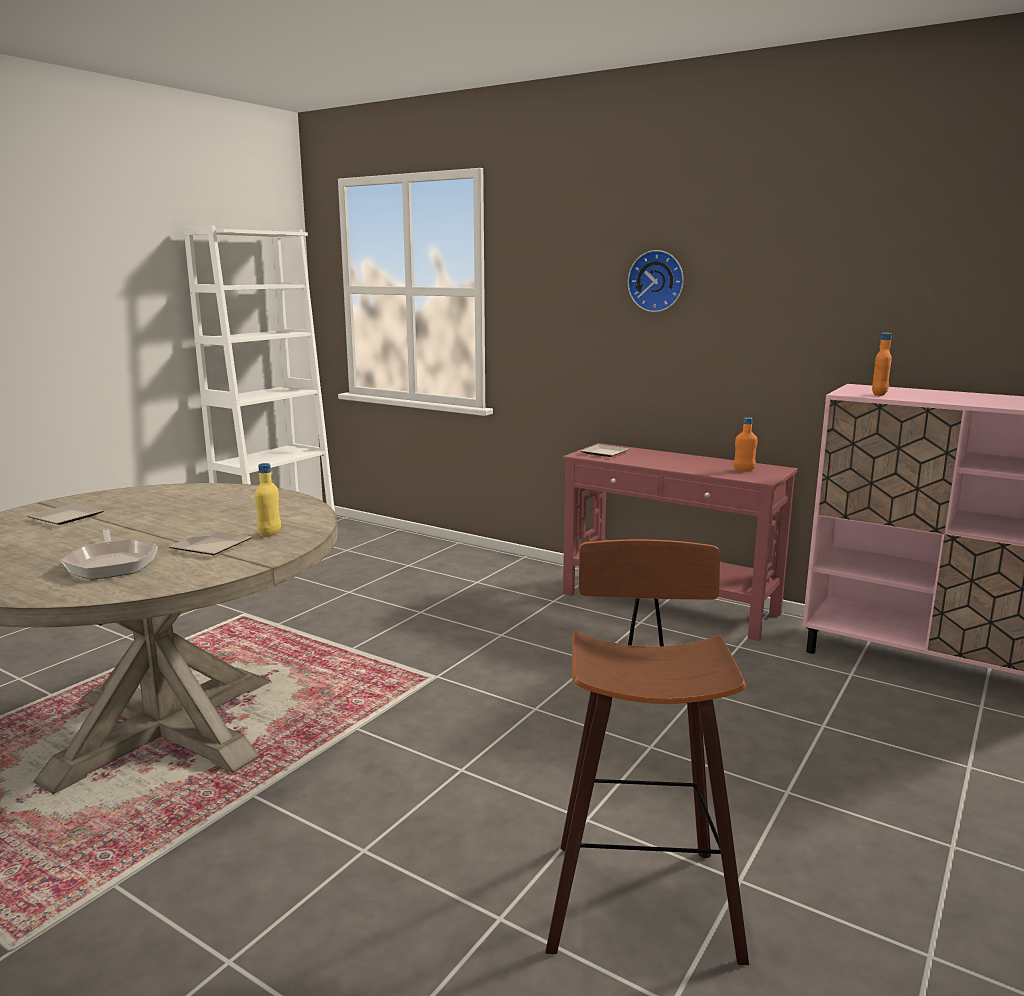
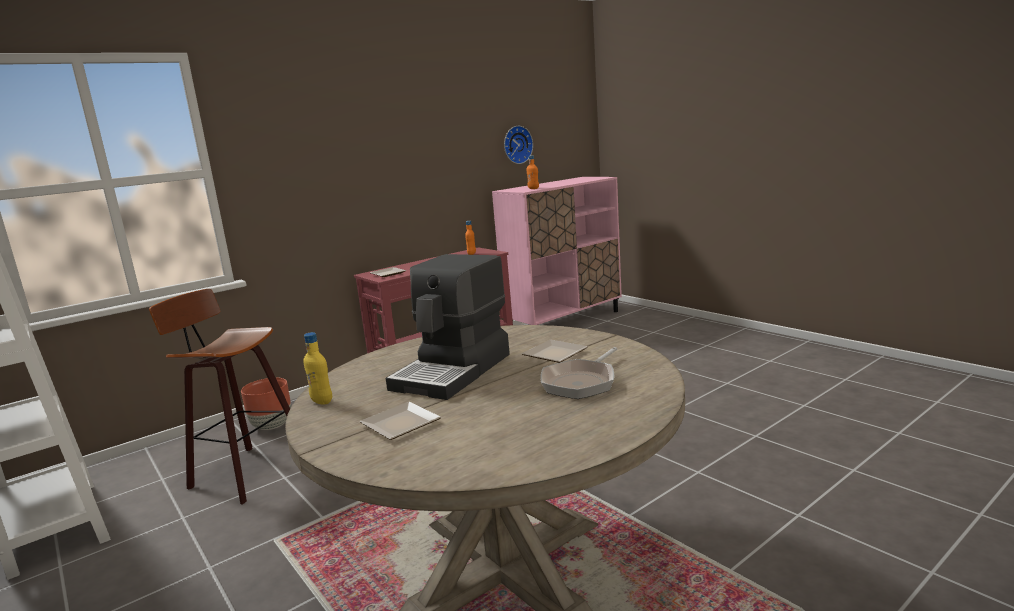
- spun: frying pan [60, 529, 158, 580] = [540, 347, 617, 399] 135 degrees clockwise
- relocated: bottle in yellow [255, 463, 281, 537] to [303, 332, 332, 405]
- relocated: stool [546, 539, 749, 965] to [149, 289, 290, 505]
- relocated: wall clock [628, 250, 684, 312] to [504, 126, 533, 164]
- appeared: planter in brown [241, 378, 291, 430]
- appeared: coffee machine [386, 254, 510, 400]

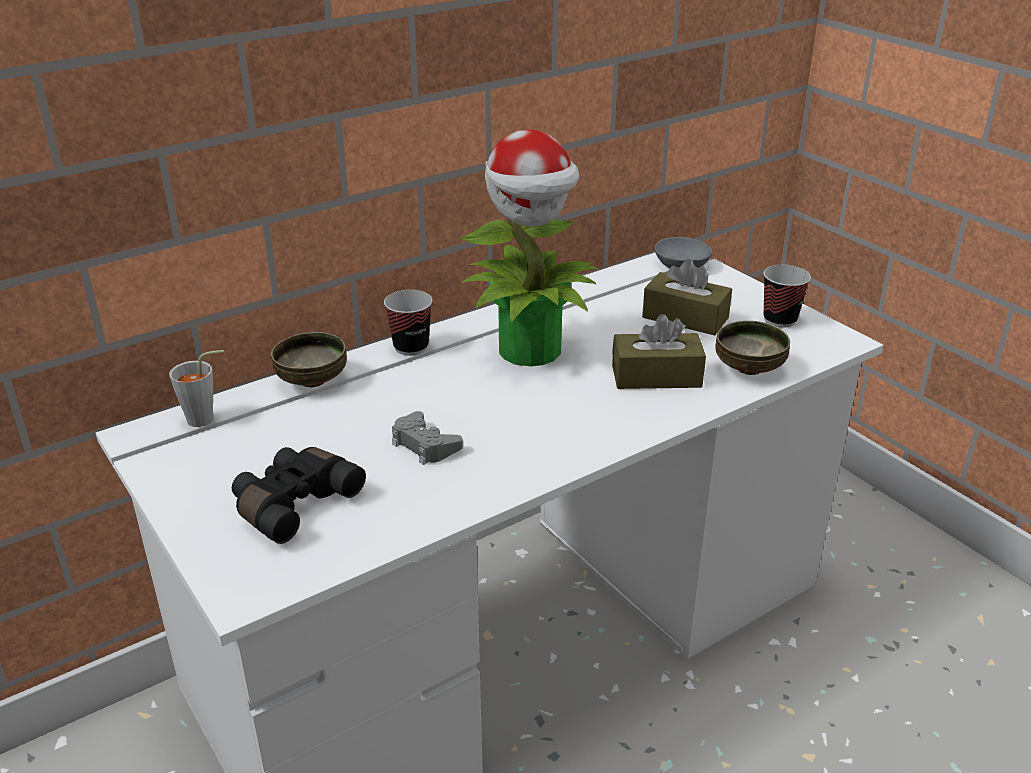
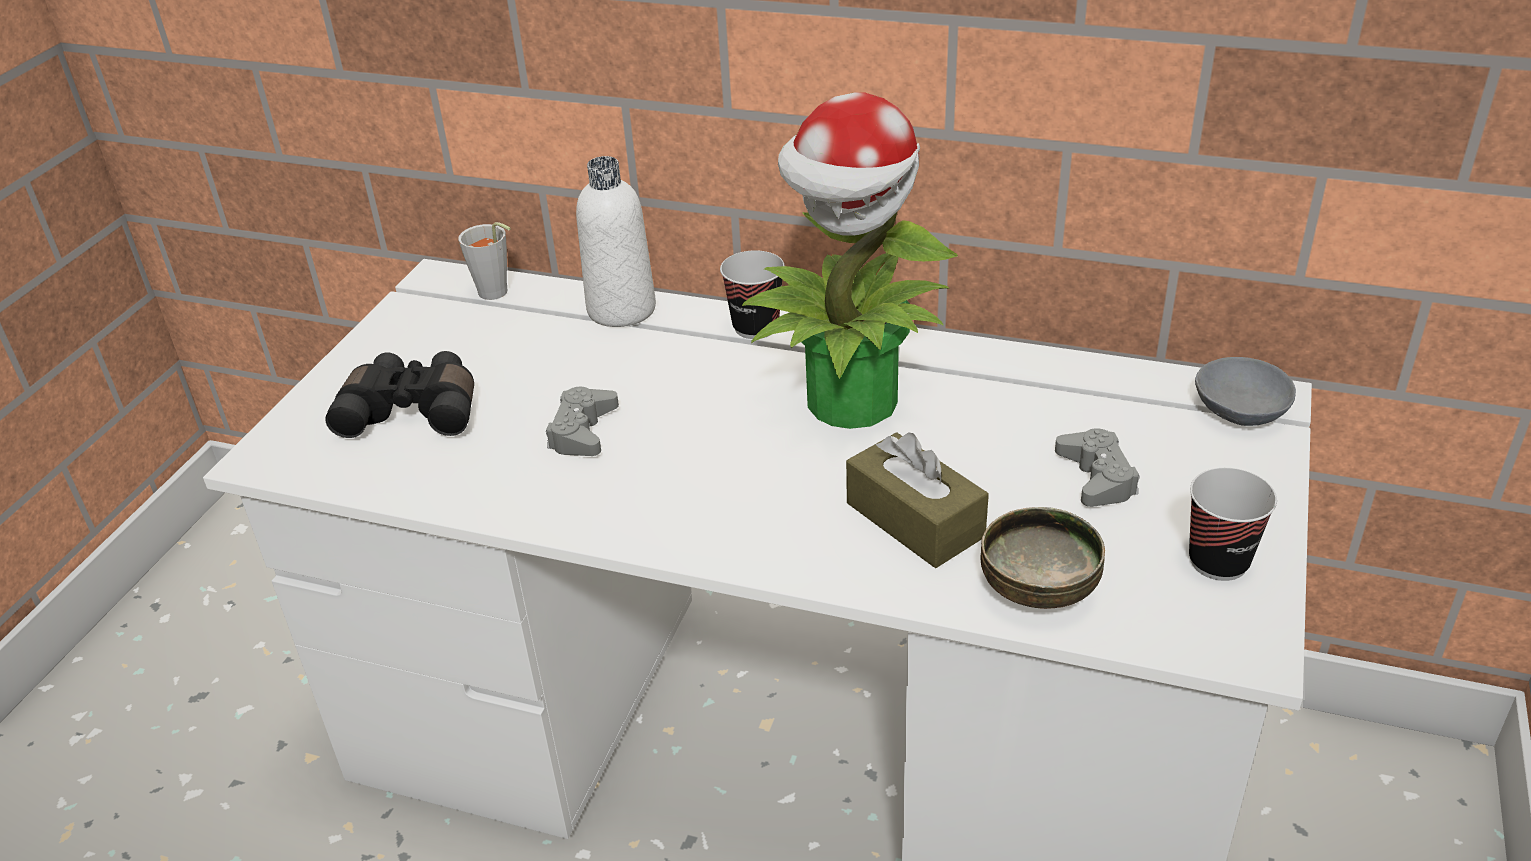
- exchanged: bowl [271, 332, 347, 387] to bottle in white [576, 156, 656, 327]
- exchanged: tissue box in brown [642, 259, 732, 335] to game controller in grey [1055, 428, 1139, 507]

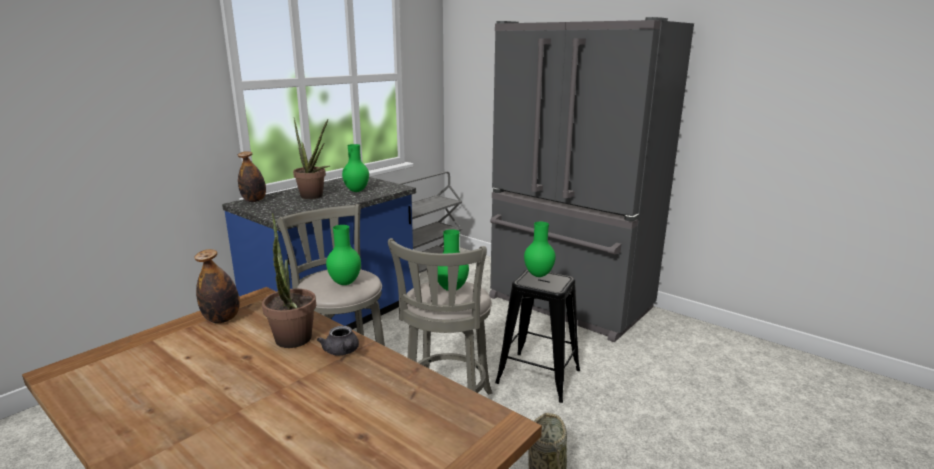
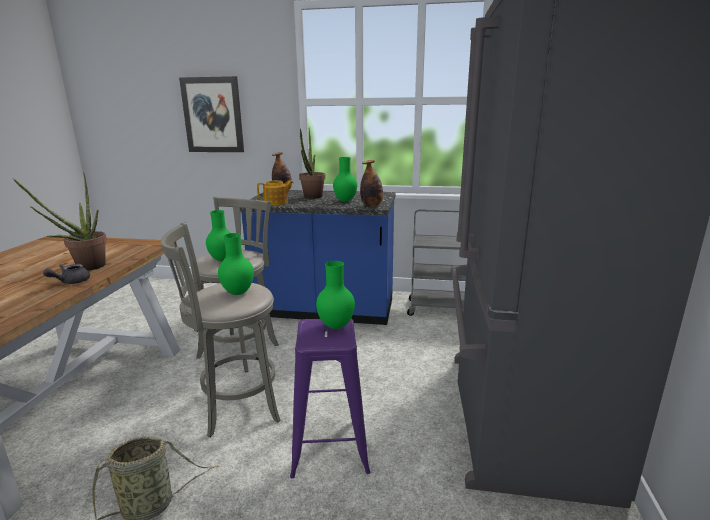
- relocated: bottle [194, 249, 240, 323] to [360, 160, 383, 207]
- colour: stool in black [495, 269, 580, 403] to stool in purple [290, 319, 370, 478]
- appeared: picture [179, 76, 244, 152]
- appeared: teapot [257, 180, 293, 206]

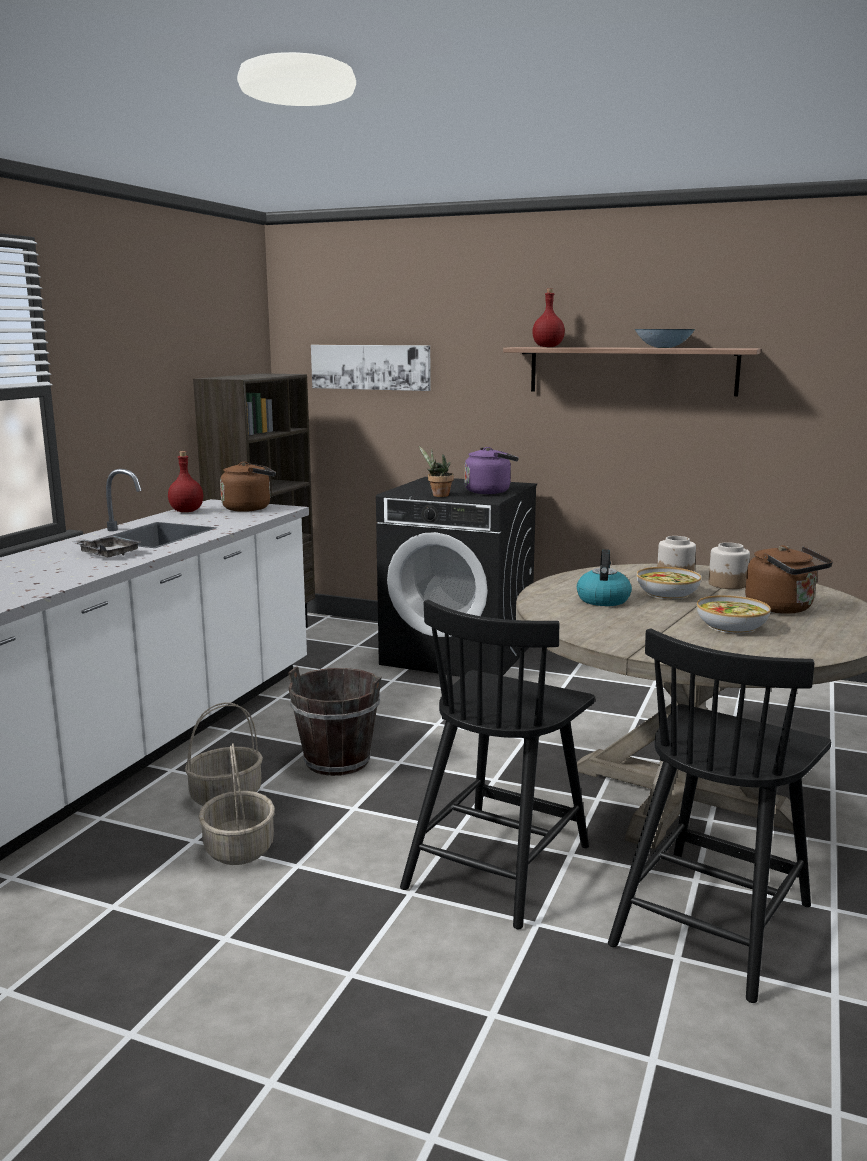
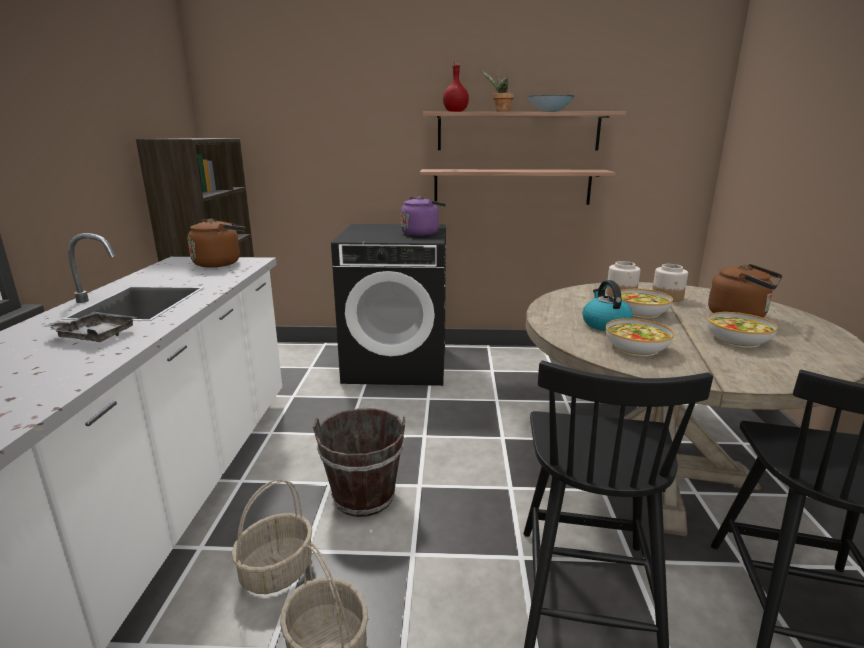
- missing: bottle in red [168, 451, 203, 512]
- missing: picture [311, 345, 430, 391]
- relocated: potted plant [419, 446, 454, 497] to [481, 71, 514, 112]
- appeared: shelf [420, 169, 616, 205]
- appeared: bowl [606, 318, 674, 356]

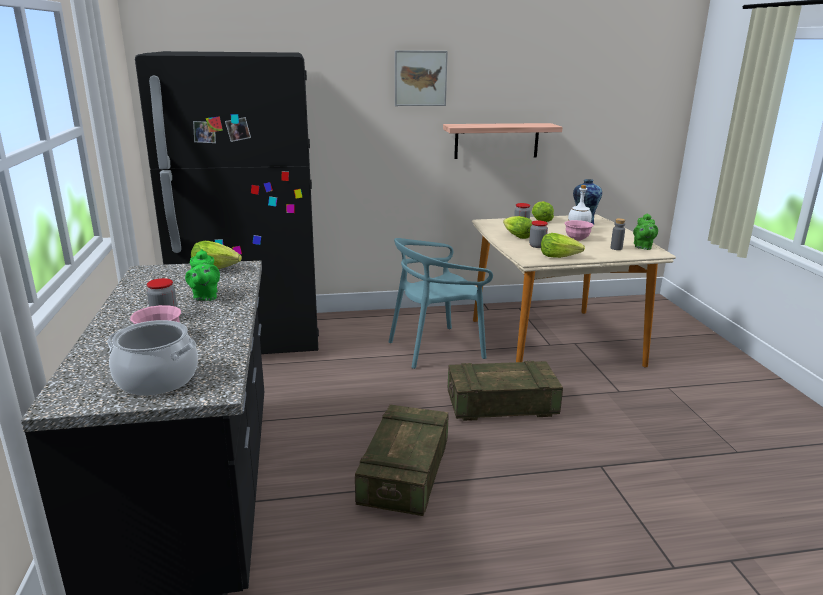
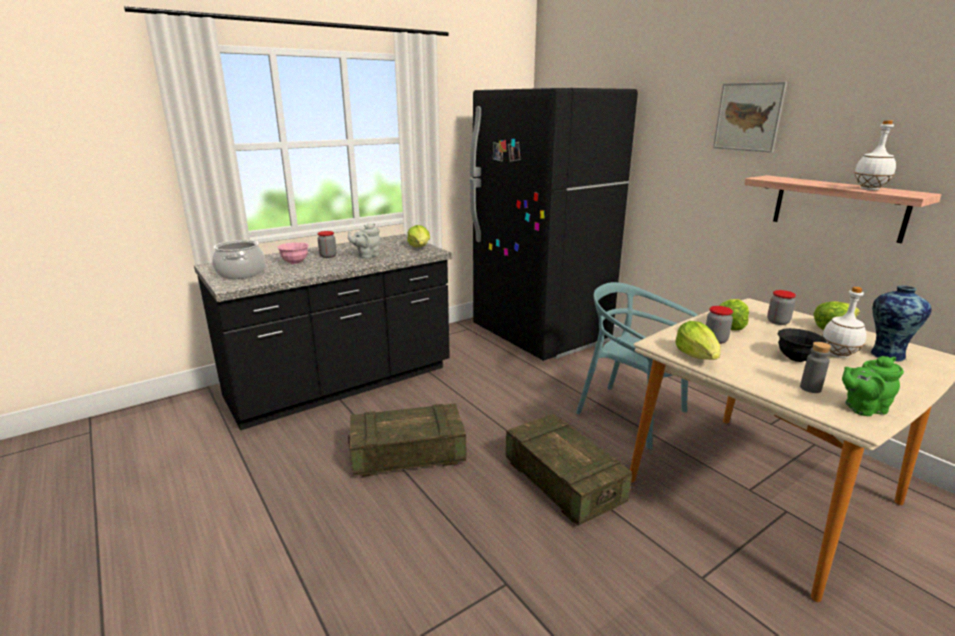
- colour: teapot in green [185, 249, 220, 301] to teapot in grey [348, 223, 380, 259]
- colour: bowl in pink [565, 220, 594, 241] to bowl in black [778, 328, 827, 362]
- appeared: bottle in white [854, 120, 896, 190]

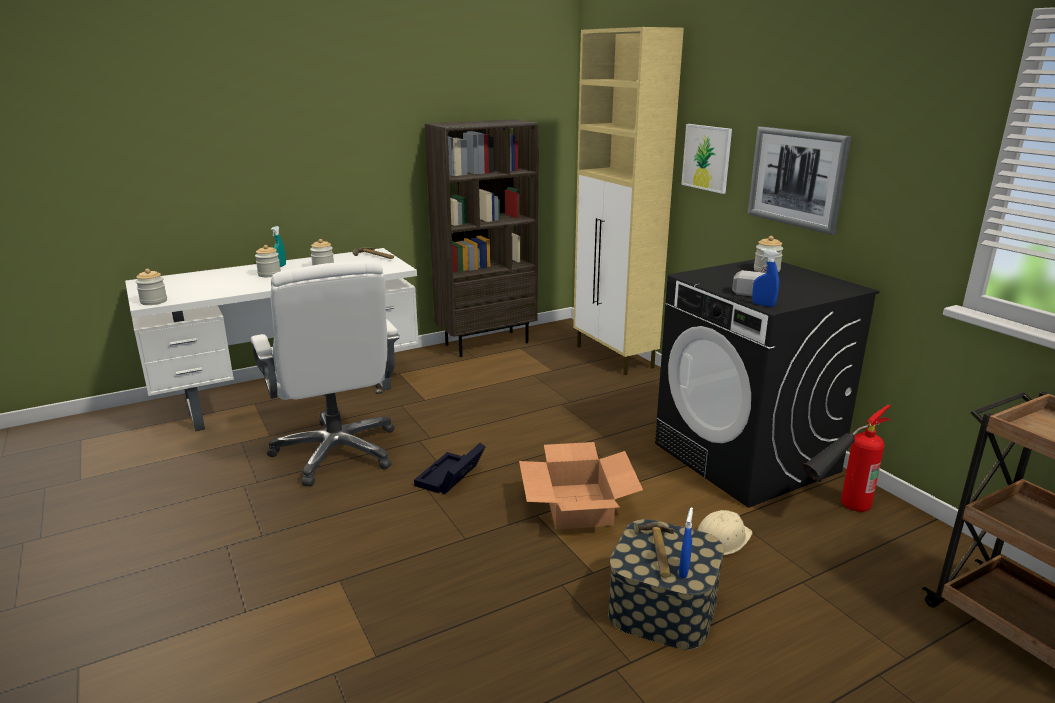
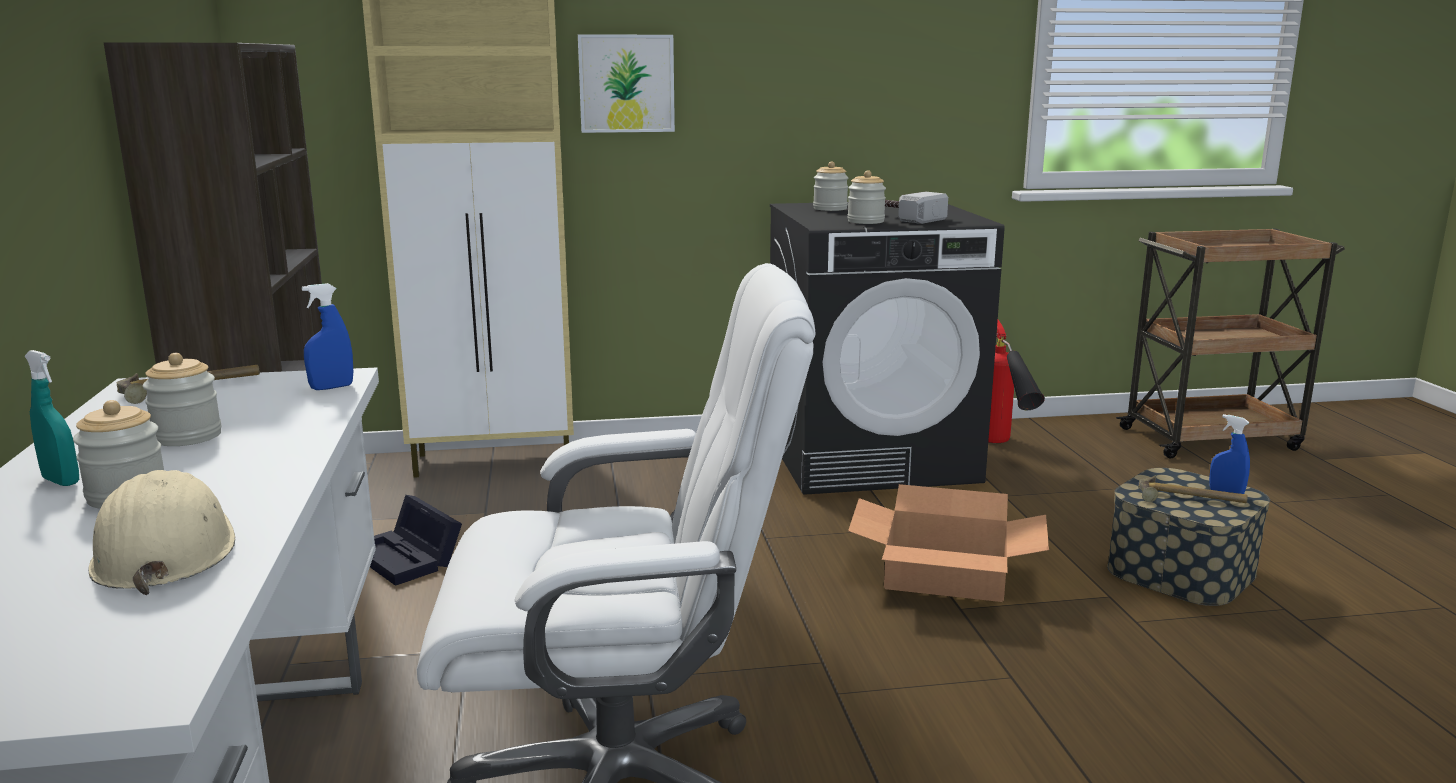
- relocated: jar [135, 269, 167, 305] to [847, 170, 886, 224]
- relocated: storage box in black [414, 443, 486, 495] to [370, 495, 462, 586]
- relocated: hard hat in beige [698, 510, 753, 555] to [88, 470, 235, 595]
- missing: picture [748, 126, 851, 235]
- relocated: spray bottle in blue [752, 249, 779, 307] to [302, 283, 353, 390]

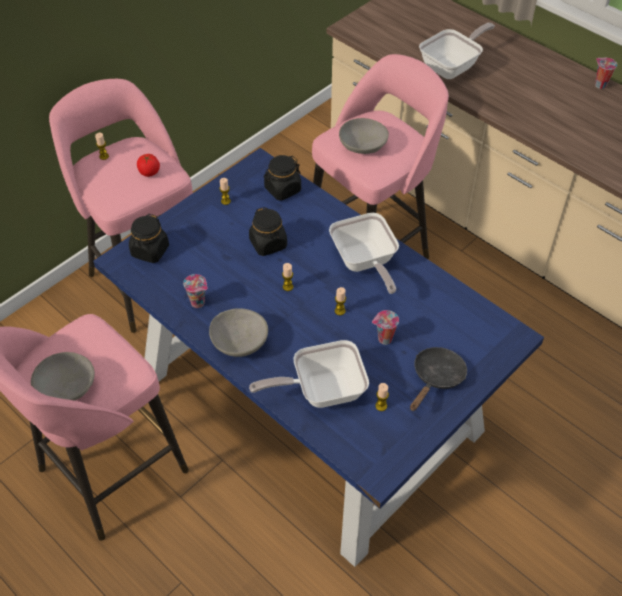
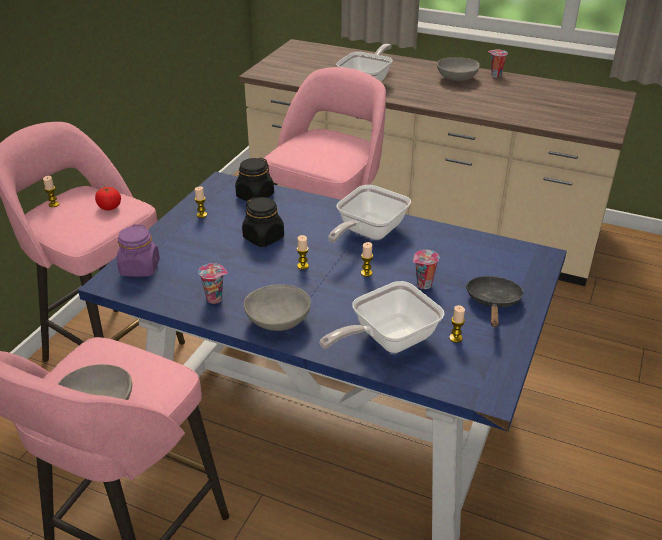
- colour: jar in black [129, 214, 169, 263] to jar in purple [117, 224, 160, 277]
- spun: frying pan [329, 213, 399, 294] = [328, 185, 411, 243] 75 degrees clockwise
- relocated: bowl in grey [339, 118, 389, 154] to [437, 57, 480, 81]

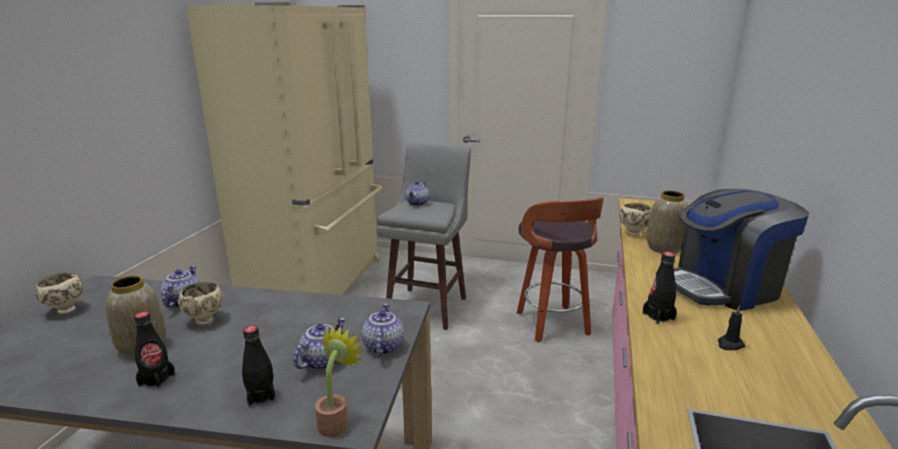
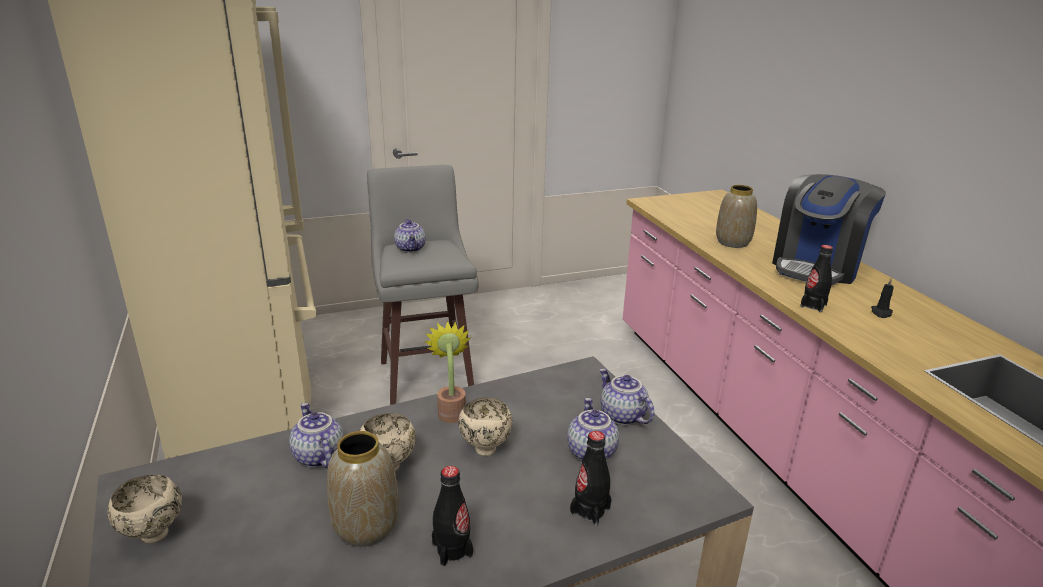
- relocated: potted plant [315, 325, 364, 437] to [424, 320, 470, 423]
- missing: stool [517, 197, 604, 342]
- relocated: bowl in beige [619, 203, 652, 236] to [458, 397, 512, 456]

